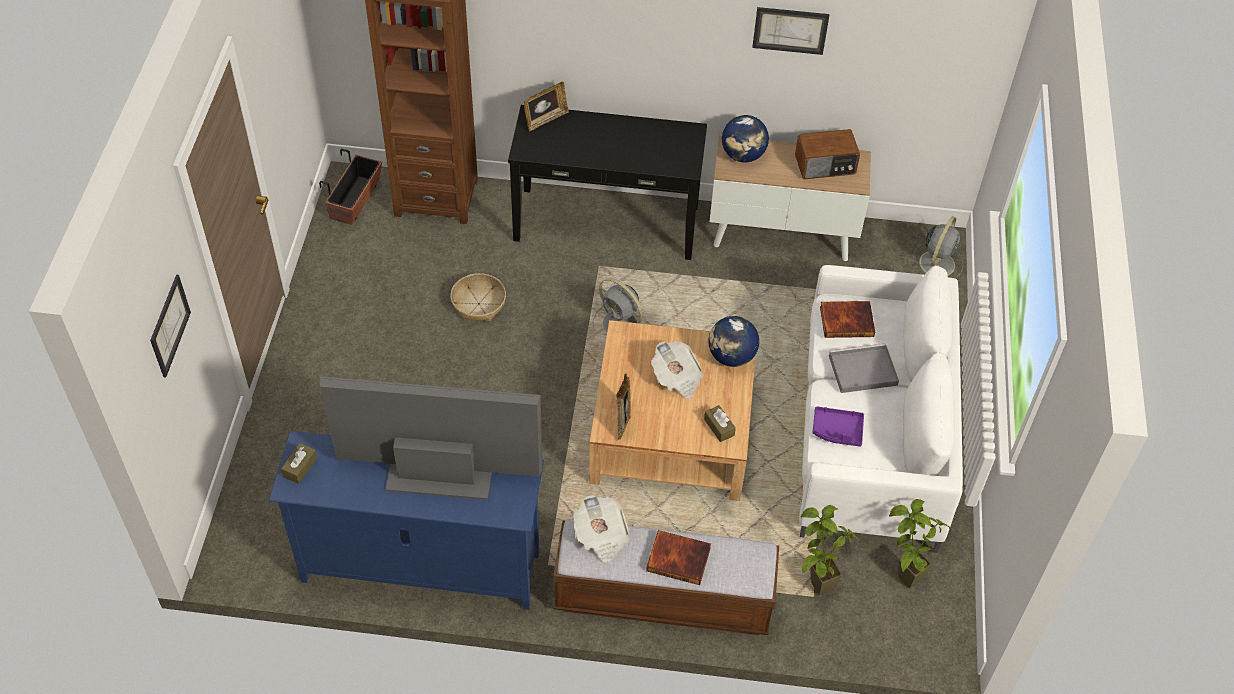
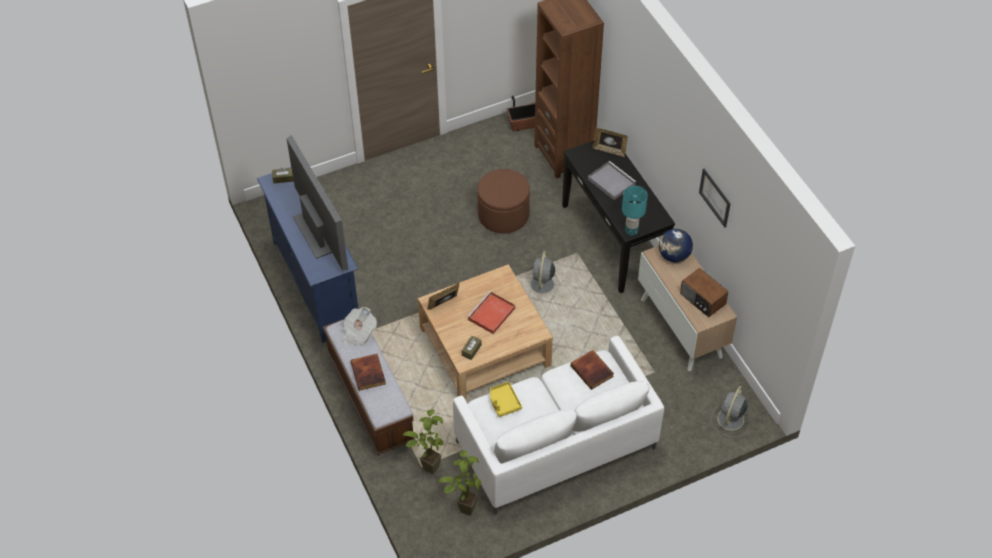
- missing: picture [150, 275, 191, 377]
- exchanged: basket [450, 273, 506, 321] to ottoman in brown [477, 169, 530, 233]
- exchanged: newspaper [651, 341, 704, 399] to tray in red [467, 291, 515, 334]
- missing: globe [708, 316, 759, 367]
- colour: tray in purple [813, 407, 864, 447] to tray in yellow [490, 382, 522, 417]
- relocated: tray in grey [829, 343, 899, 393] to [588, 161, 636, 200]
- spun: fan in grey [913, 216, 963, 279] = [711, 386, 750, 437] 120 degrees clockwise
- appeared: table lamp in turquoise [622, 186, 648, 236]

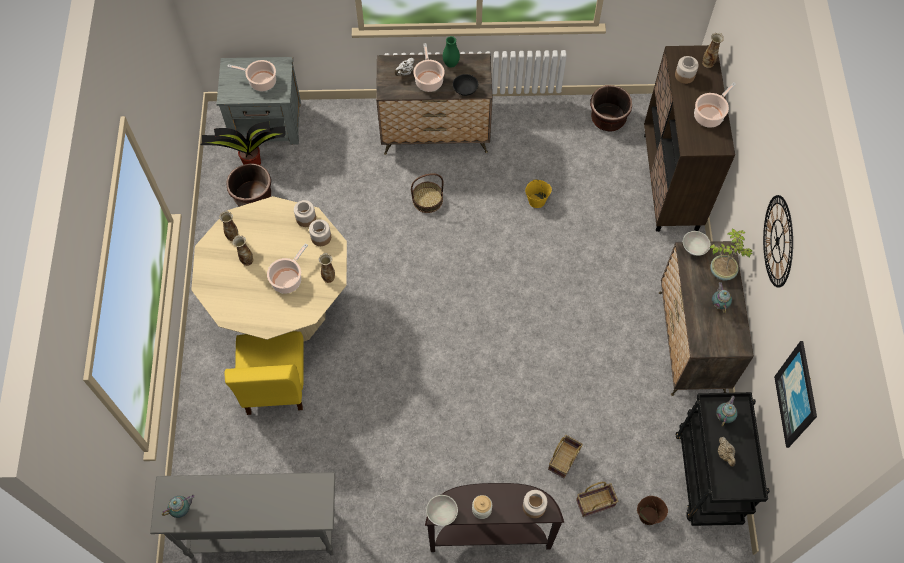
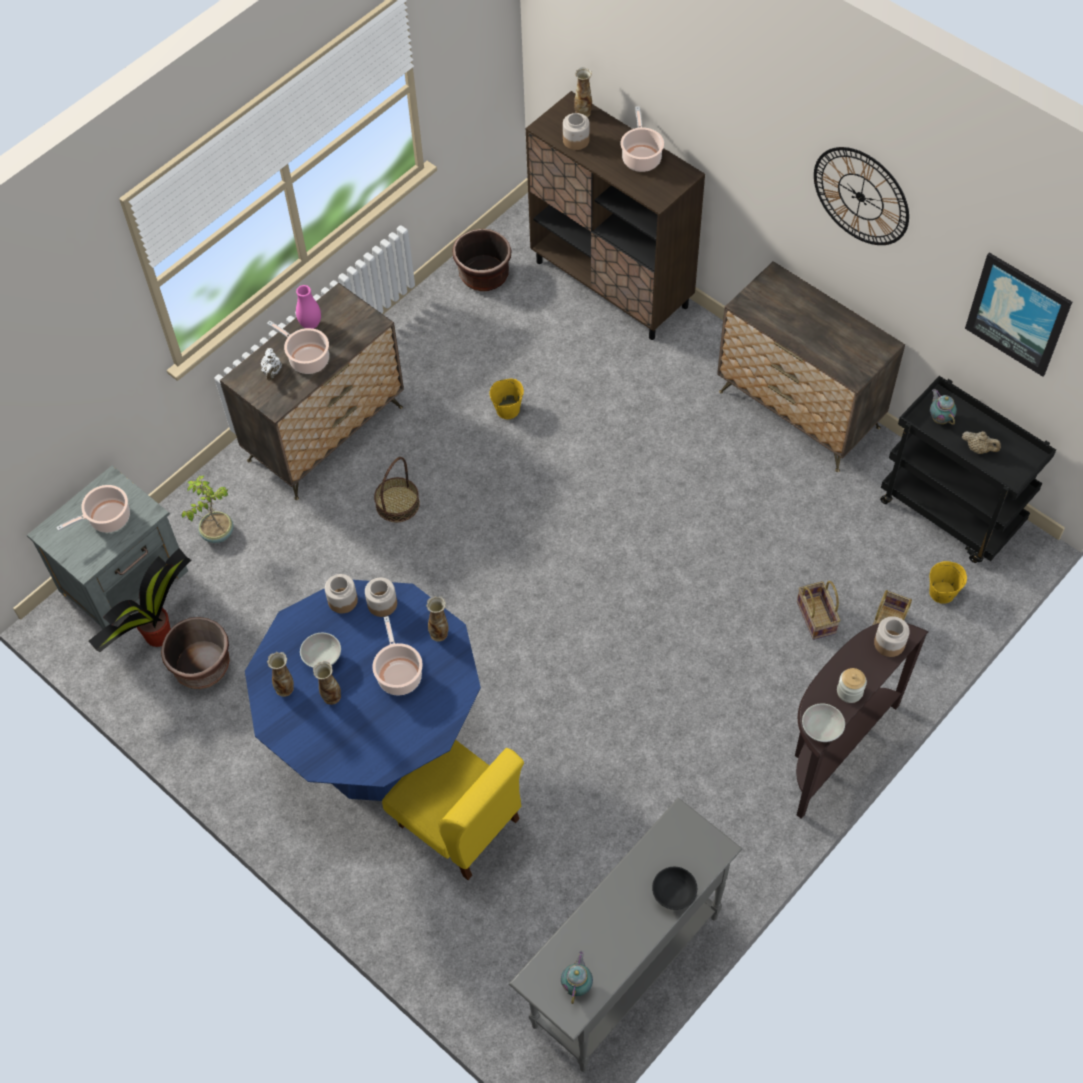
- colour: dining table in beige [191, 196, 347, 341] to dining table in blue [245, 580, 481, 801]
- colour: vase in green [443, 36, 460, 68] to vase in pink [296, 285, 321, 329]
- relocated: bowl in black [453, 74, 478, 96] to [652, 867, 697, 910]
- colour: bucket in brown [637, 496, 668, 525] to bucket in yellow [929, 561, 967, 604]
- relocated: bowl in white [683, 231, 711, 256] to [300, 633, 341, 668]
- relocated: potted plant [709, 229, 752, 281] to [182, 476, 234, 543]
- missing: teapot [712, 282, 732, 314]

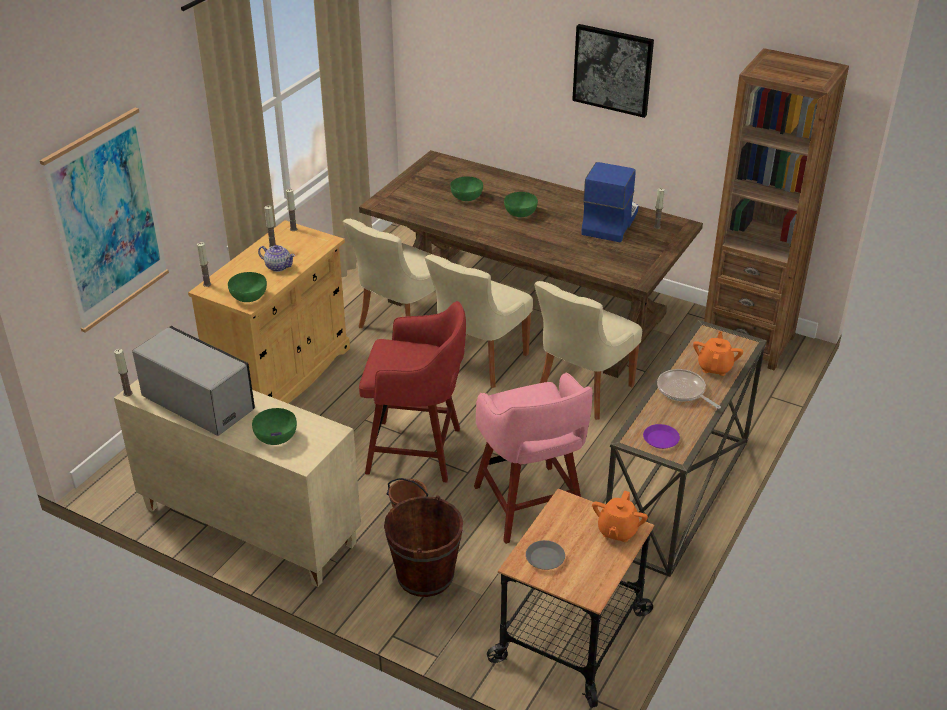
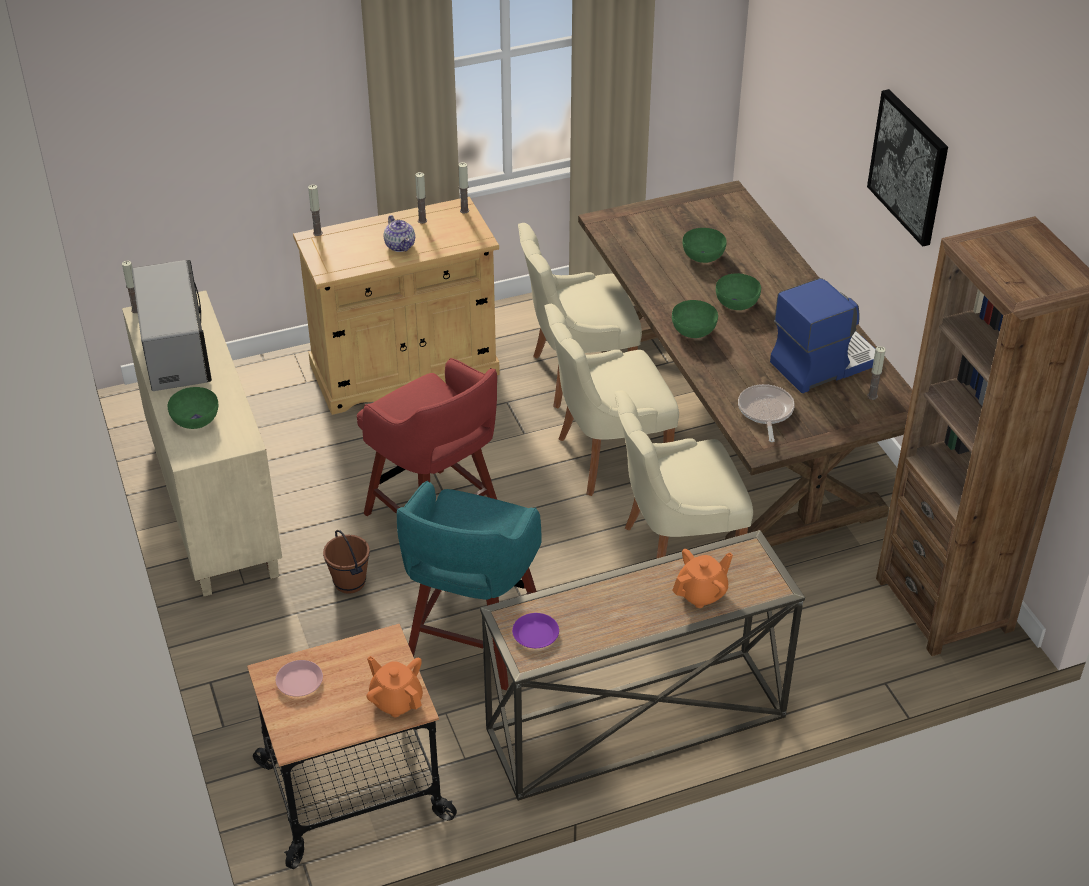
- missing: picture [40, 108, 169, 333]
- relocated: bowl in green [228, 272, 267, 302] to [672, 300, 718, 338]
- missing: bucket in brown [384, 495, 463, 597]
- colour: stool in pink [474, 373, 593, 544] to stool in turquoise [397, 481, 541, 690]
- colour: plate in grey [526, 540, 565, 570] to plate in pink [276, 660, 323, 697]
- spun: teapot in orange [592, 490, 648, 542] = [367, 656, 423, 717] 75 degrees clockwise
- relocated: frying pan [657, 369, 721, 409] to [738, 384, 795, 442]

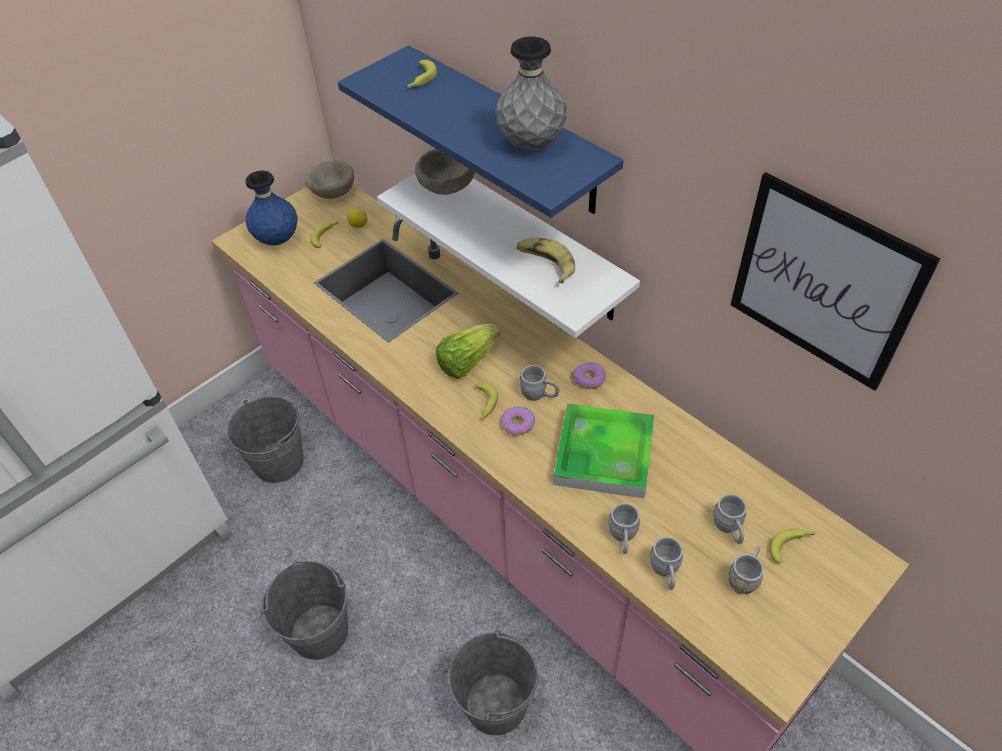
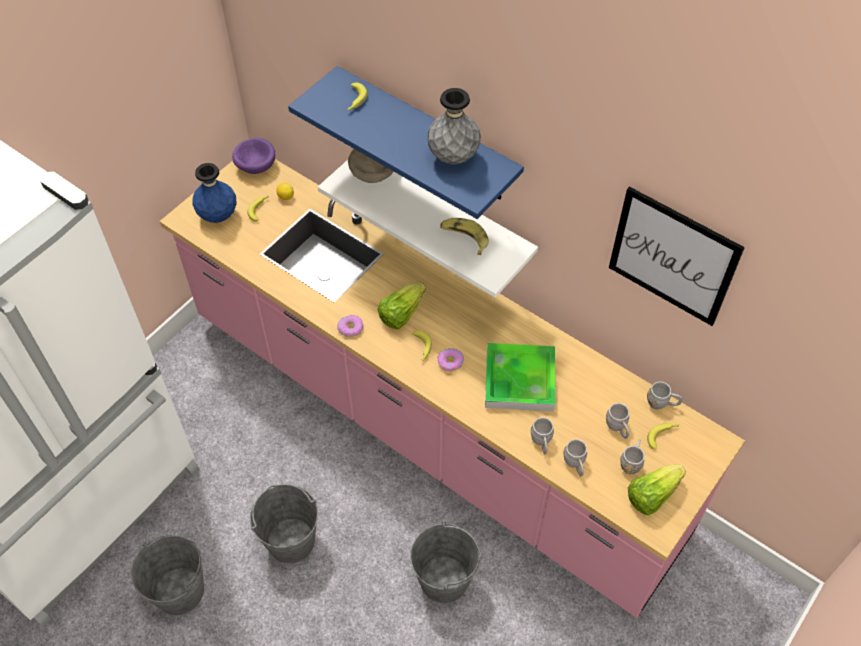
- relocated: bucket in grey [227, 396, 304, 483] to [131, 535, 204, 615]
- colour: bowl in beige [305, 160, 354, 199] to bowl in purple [232, 138, 275, 174]
- relocated: mug in grey [519, 365, 559, 401] to [647, 381, 682, 410]
- relocated: donut [573, 362, 606, 389] to [337, 315, 363, 337]
- appeared: lettuce [628, 464, 686, 515]

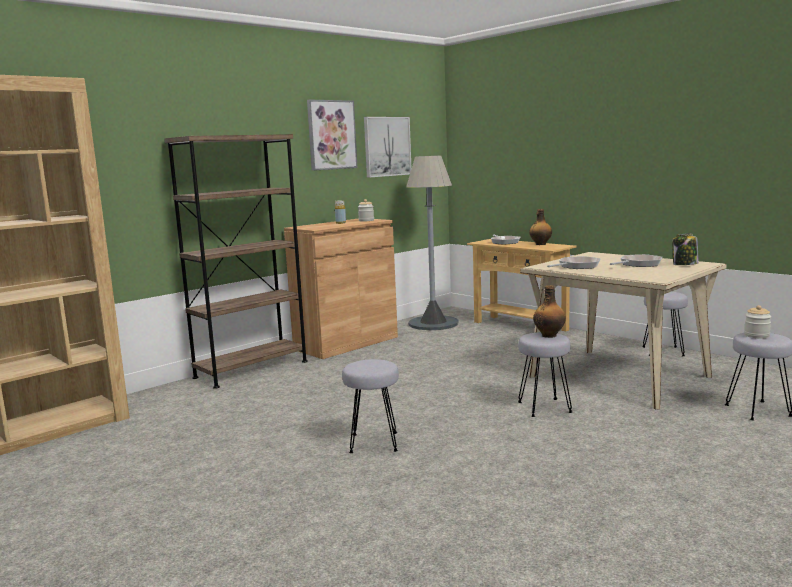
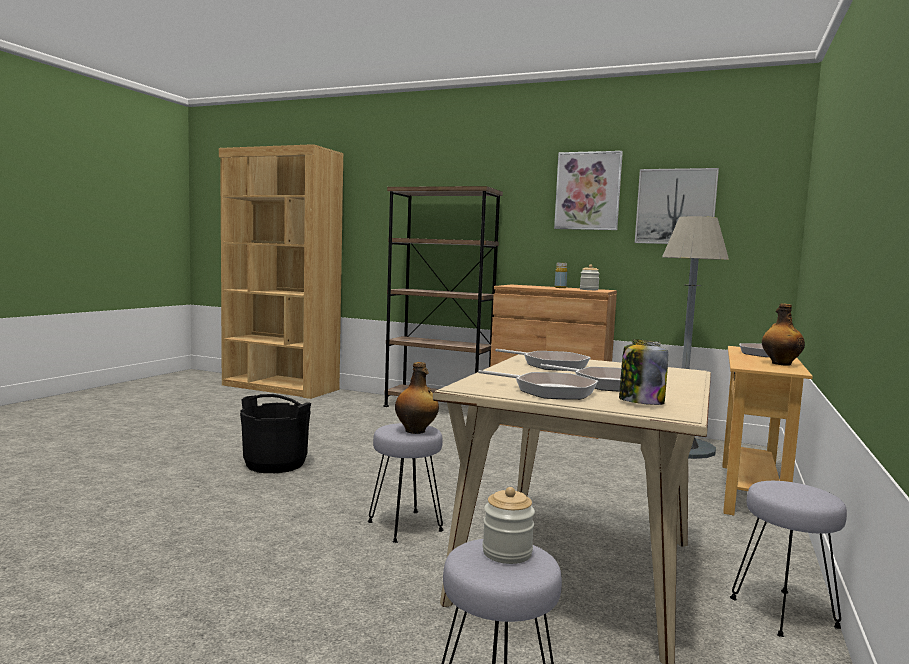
- exchanged: stool in grey [342, 359, 399, 453] to bucket in black [240, 394, 311, 473]
- appeared: frying pan [478, 370, 598, 400]

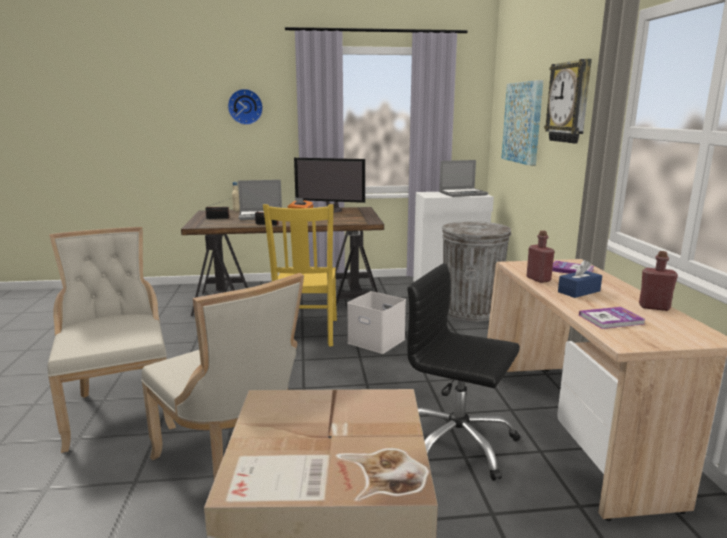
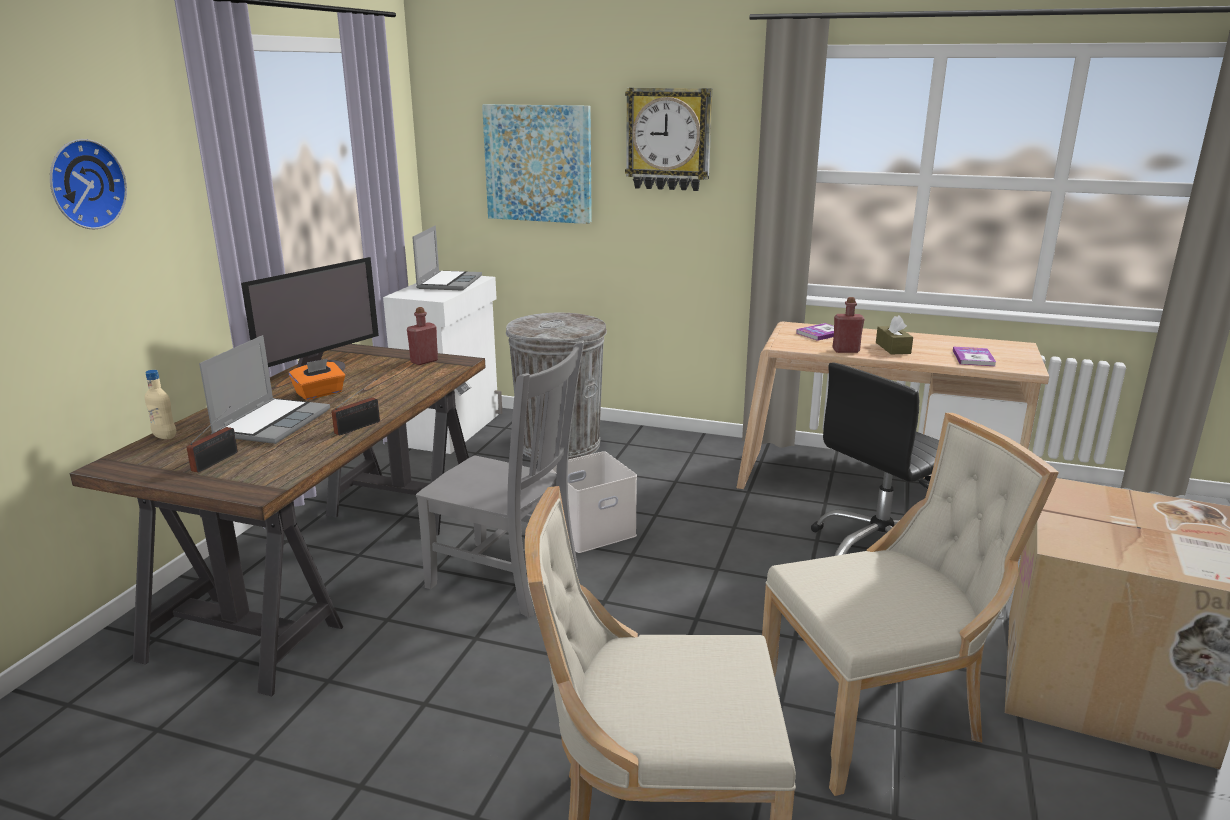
- colour: chair in yellow [263, 204, 337, 347] to chair in grey [416, 340, 584, 618]
- colour: tissue box in blue [558, 260, 602, 298] to tissue box in brown [876, 315, 913, 354]
- relocated: bottle in red [639, 251, 678, 311] to [407, 307, 438, 365]

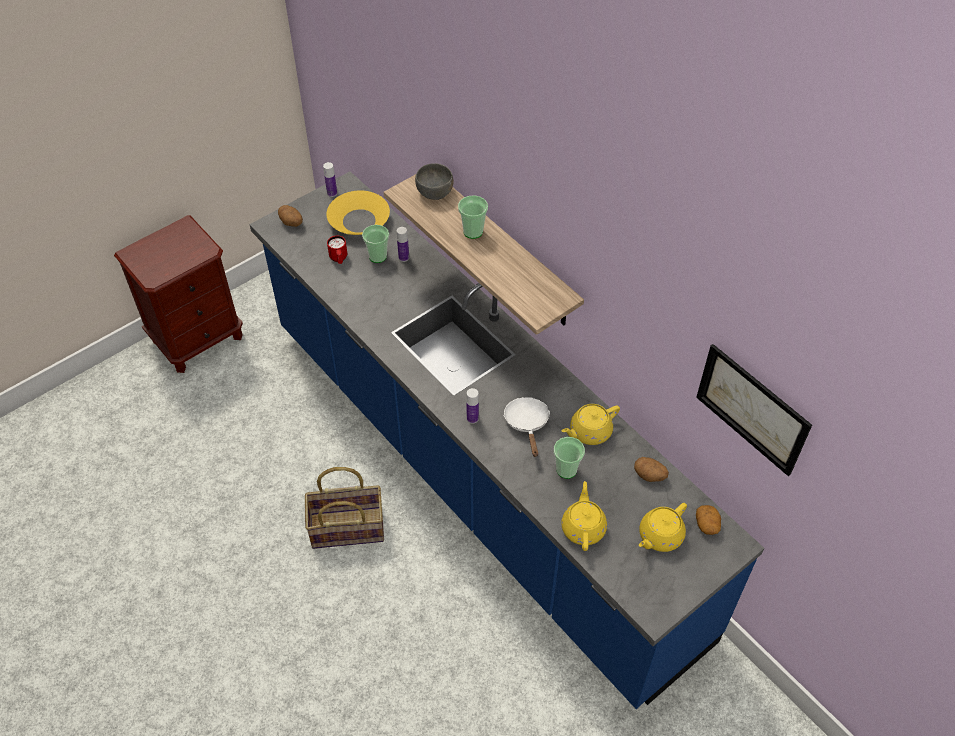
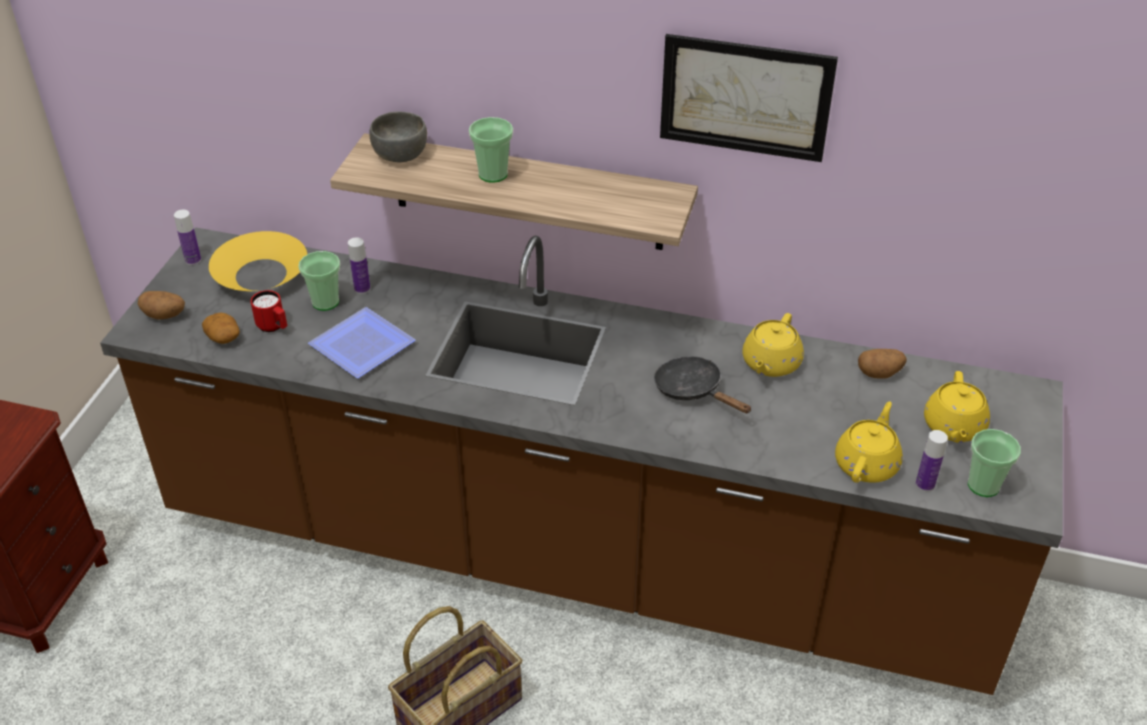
- colour: counter in blue [249, 171, 764, 709] to counter in brown [100, 228, 1063, 695]
- relocated: bottle [466, 388, 479, 424] to [916, 430, 948, 492]
- colour: frying pan in white [503, 397, 550, 457] to frying pan in black [654, 356, 752, 413]
- relocated: cup [554, 437, 585, 479] to [968, 429, 1021, 497]
- spun: teapot in yellow [561, 481, 607, 551] = [835, 401, 903, 483] 60 degrees clockwise
- relocated: picture [696, 344, 812, 476] to [660, 34, 838, 162]
- relocated: potato [696, 505, 721, 535] to [202, 312, 240, 344]
- appeared: plate [308, 307, 416, 378]

